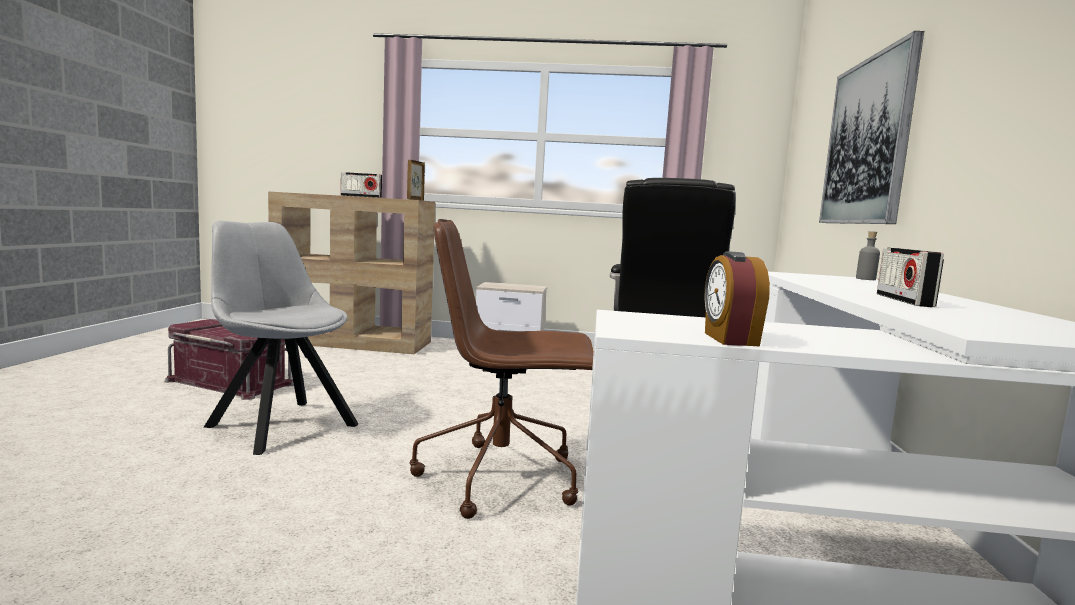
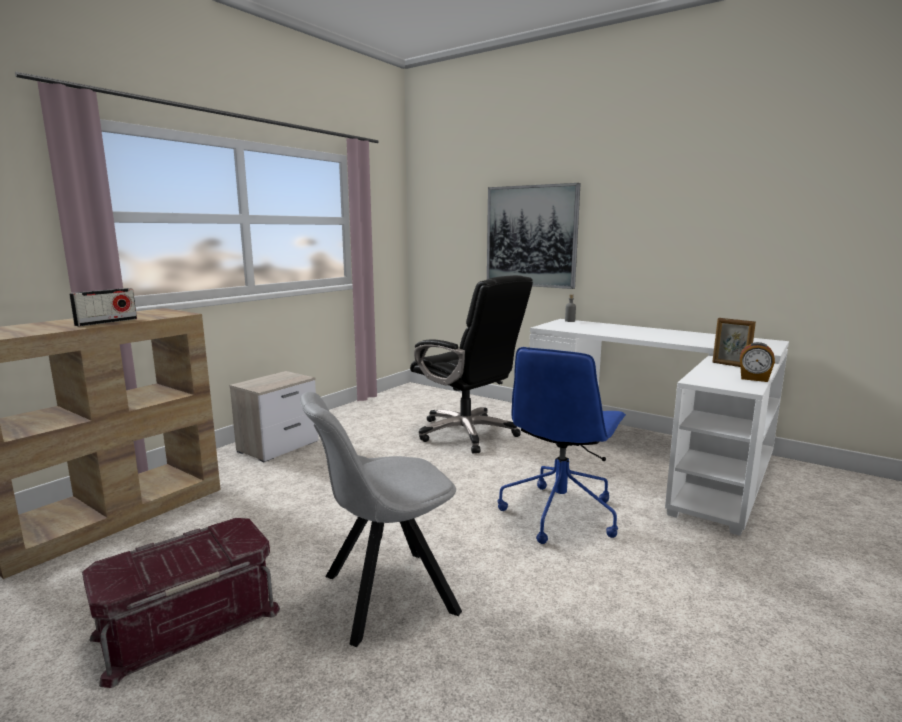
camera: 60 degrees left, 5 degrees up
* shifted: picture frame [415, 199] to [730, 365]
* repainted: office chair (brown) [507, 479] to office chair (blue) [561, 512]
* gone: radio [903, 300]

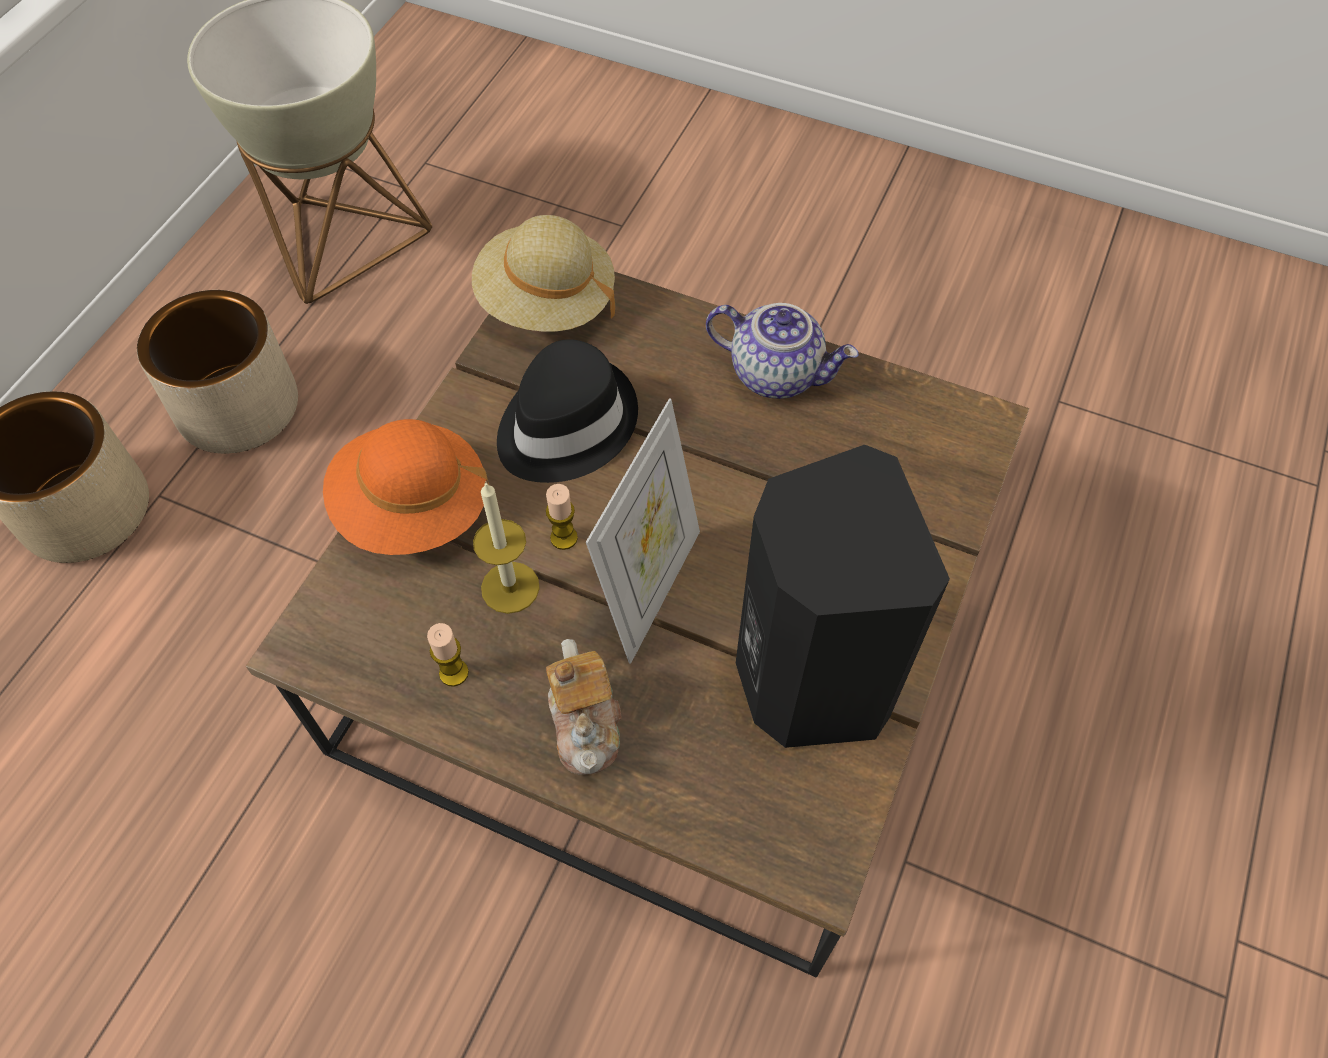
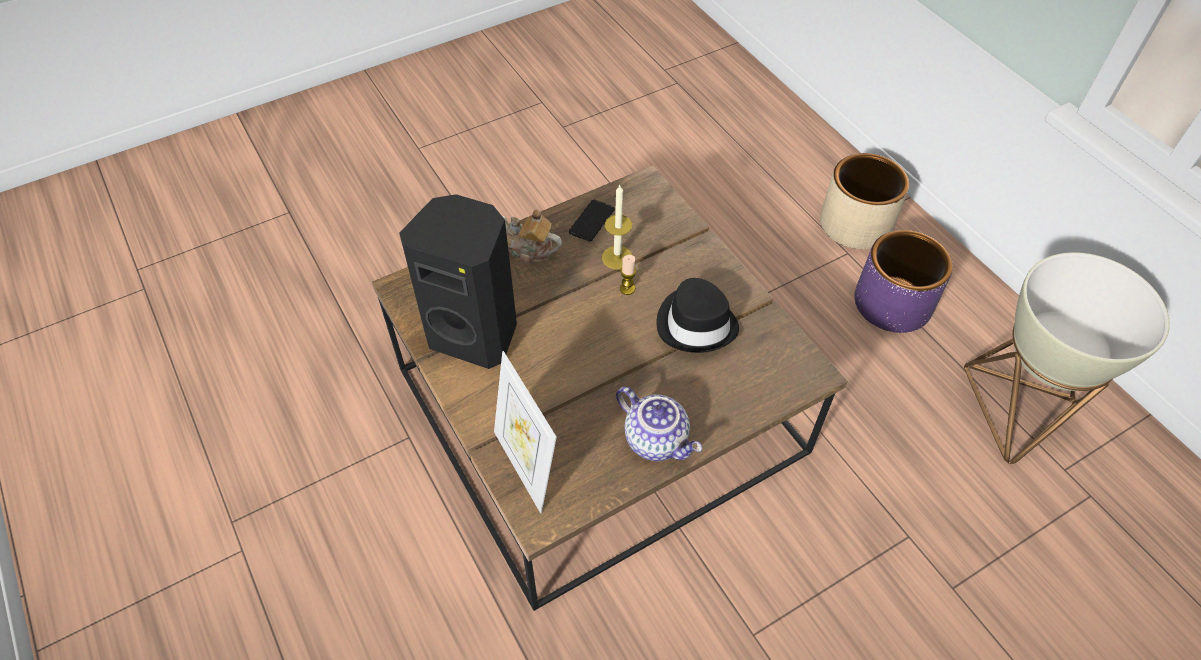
camera: 125 degrees right, 5 degrees down
* gone: hat (beige) [546, 302]
* repainted: planter (beige) [239, 407] to planter (purple) [892, 304]
* rotated: teapot [777, 373] = [657, 439] 105 degrees counterclockwise
* shifted: picture frame [650, 589] to [526, 466]
* gone: hat (orange) [413, 509]
* swapped: candle [454, 673] to phone [591, 221]

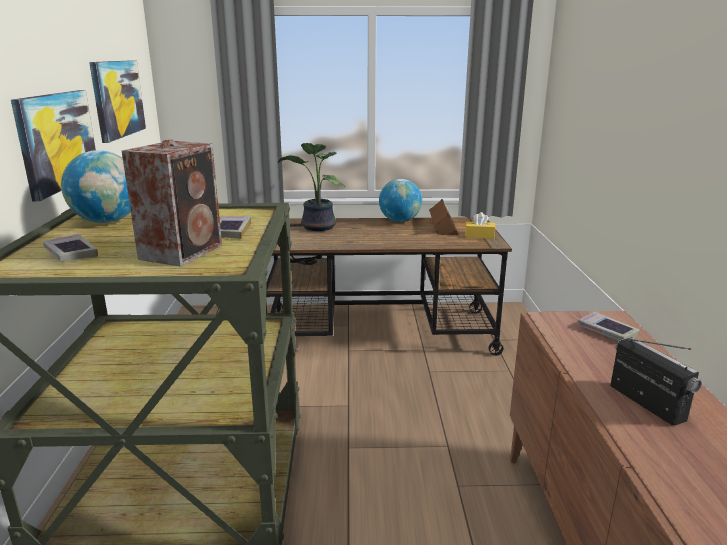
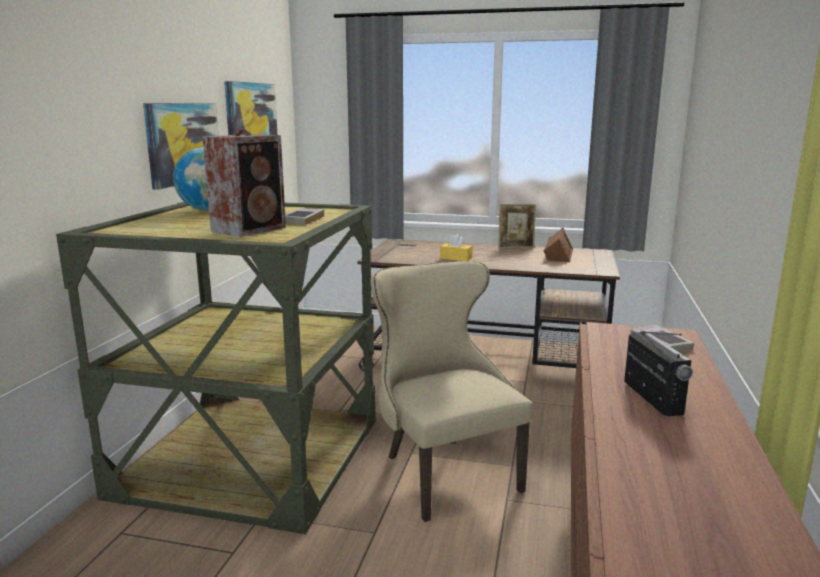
camera: 15 degrees right, 5 degrees down
* gone: potted plant [316, 227]
* swapped: globe [400, 221] to picture frame [516, 247]
* shifted: tissue box (yellow) [479, 236] to [456, 258]
* gone: book [71, 253]
* new: chair (beige) [444, 472]

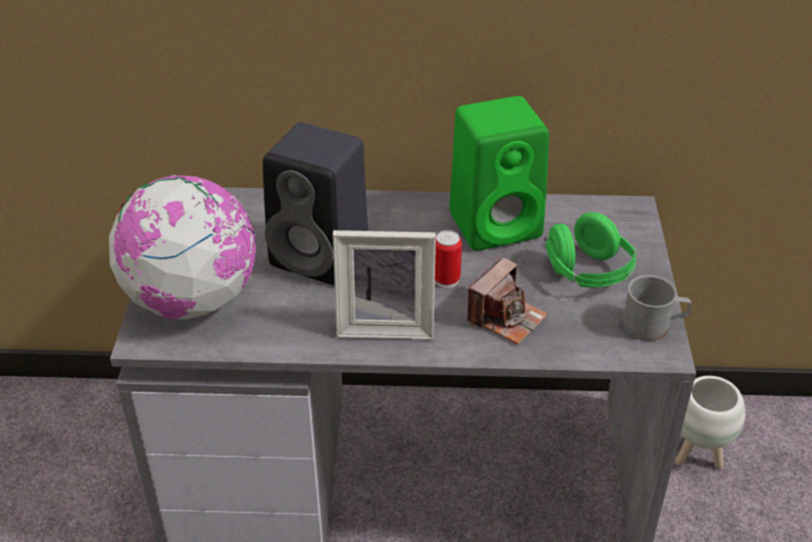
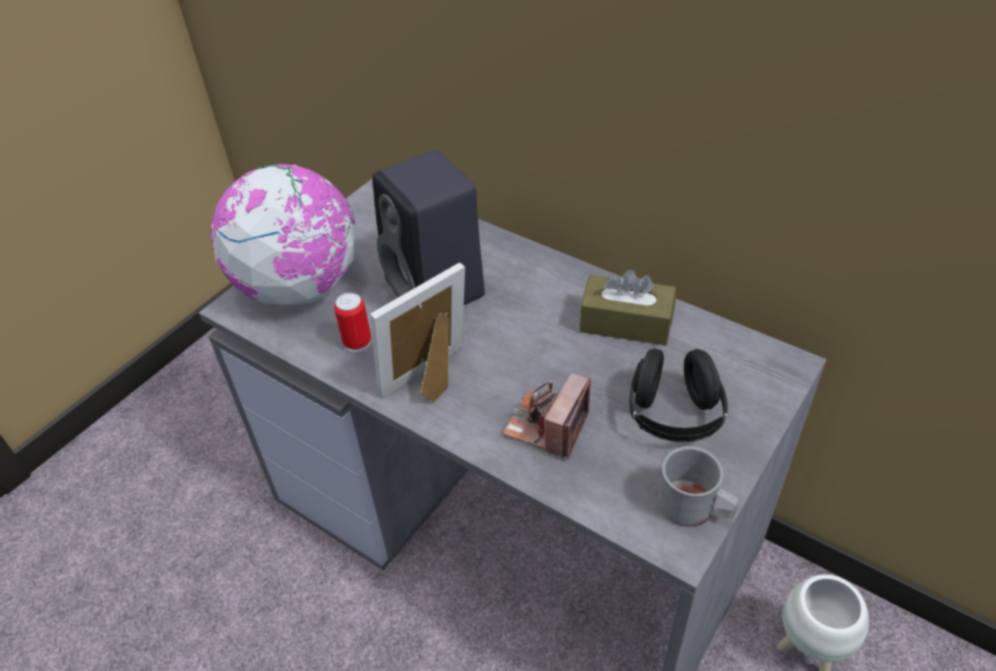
camera: 35 degrees right, 5 degrees up
* swapped: speaker (green) [497, 224] to tissue box (brown) [626, 323]
* repainted: headphones (green) [588, 273] to headphones (black) [673, 416]
* rotated: picture frame [385, 324] = [432, 381] 105 degrees clockwise
* shifted: can [446, 279] to [357, 342]
* rotated: photo camera [506, 317] = [547, 426] 135 degrees clockwise

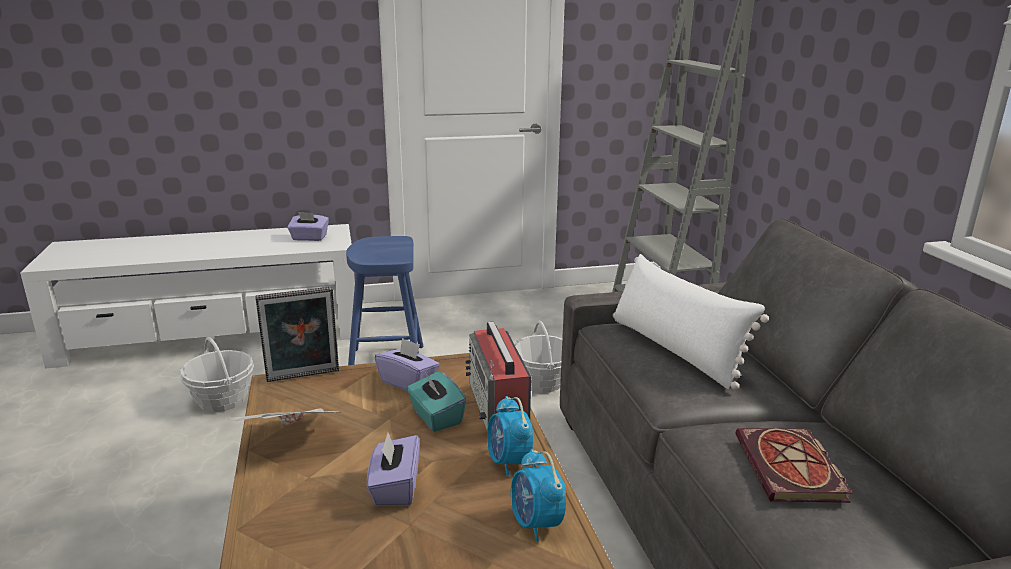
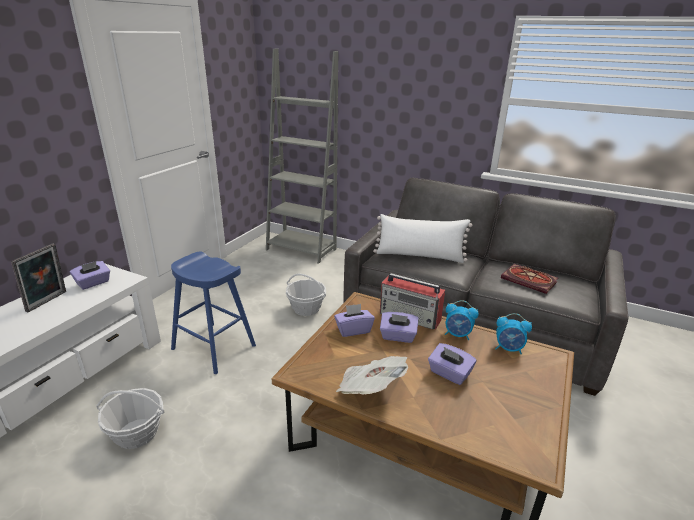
camera: 50 degrees left, 5 degrees up
* shifted: picture frame [303, 377] to [48, 302]
* repainted: tissue box (turquoise) [435, 417] to tissue box (purple) [398, 336]

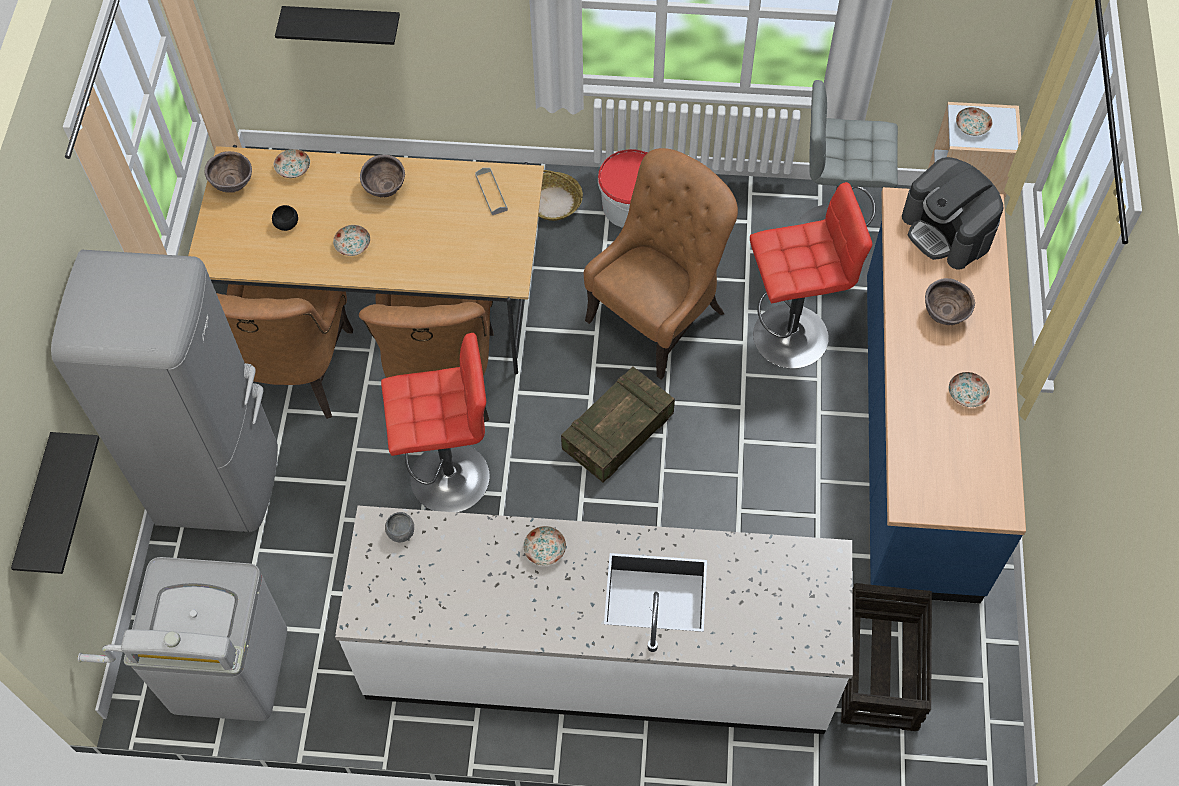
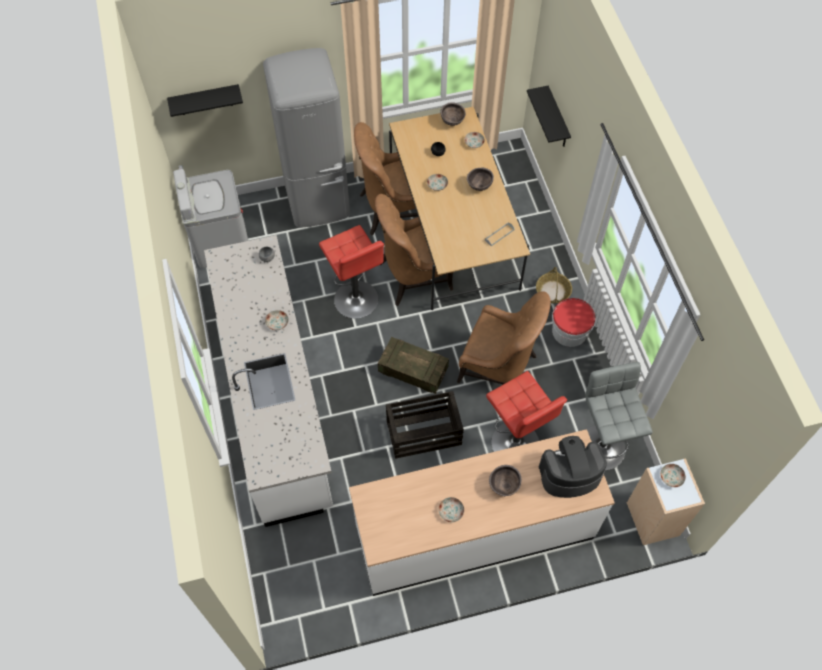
camera: 70 degrees right, 0 degrees up
* rotated: coffee machine [947, 231] = [569, 474] 45 degrees clockwise
* repainted: counter (blue) [916, 435] to counter (white) [474, 532]
* shifted: crate [881, 670] to [423, 433]

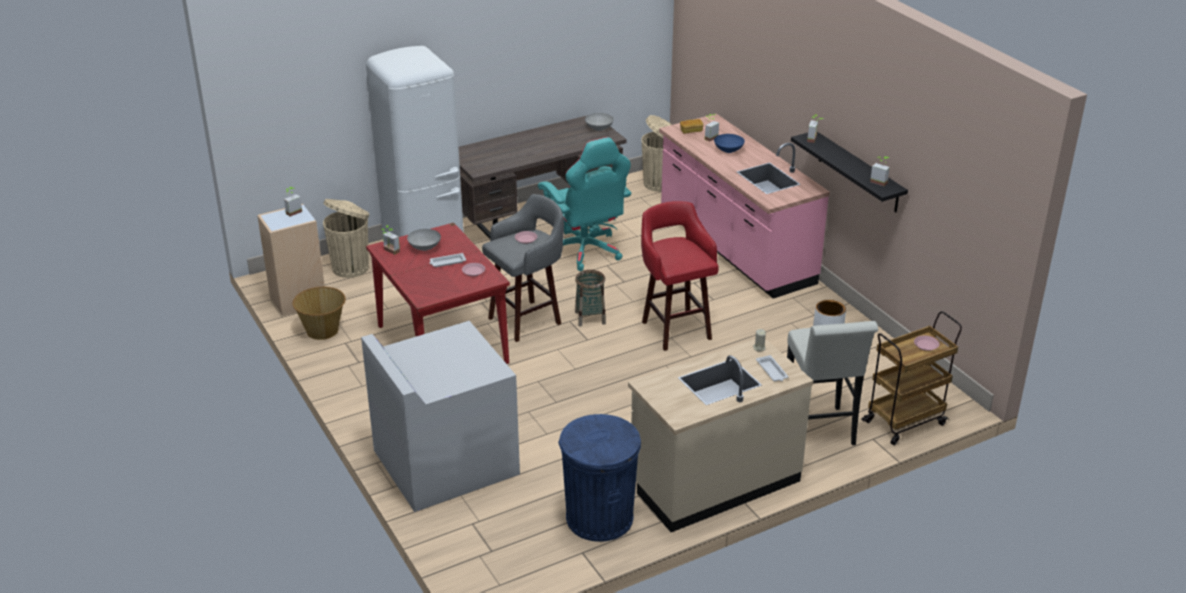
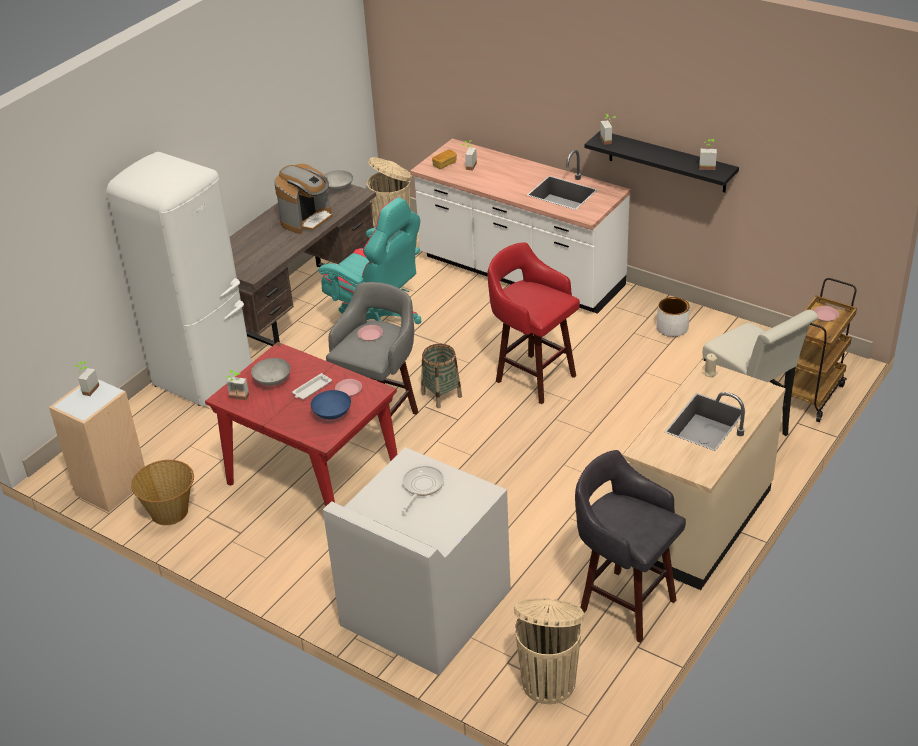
camera: 25 degrees left, 5 degrees up
* repainted: counter (pink) [735, 248] to counter (white) [520, 273]
* shifted: bowl (blue) [728, 150] to [331, 414]
* shifted: trash can (beige) [351, 267] to [549, 681]
* gone: tray (white) [772, 371]
* swapped: trash can (blue) [599, 518] to stool (grey) [624, 603]
* new: coffee machine [307, 220]
* new: frying pan [421, 487]

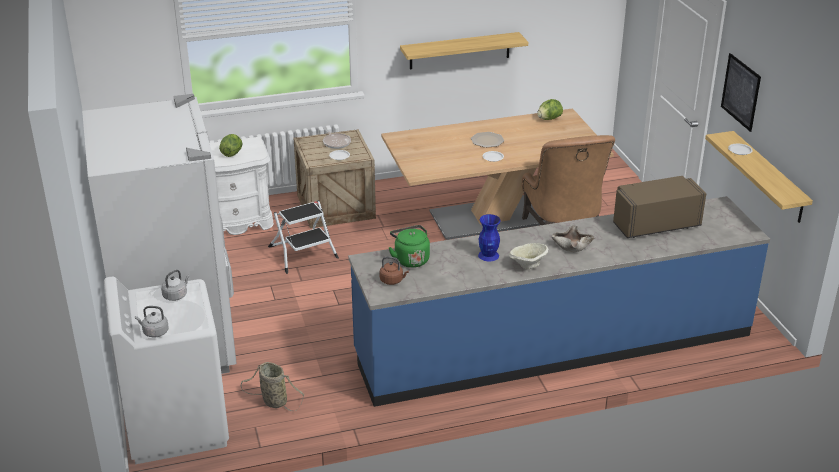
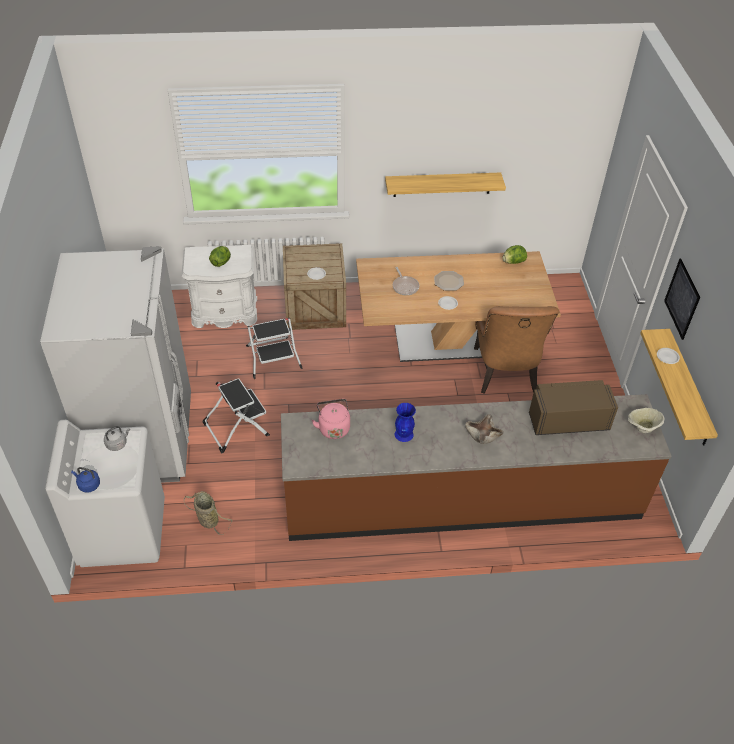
camera: 10 degrees right, 15 degrees up
* shifted: frying pan [336, 142] to [405, 286]
* repainted: counter (blue) [553, 345] to counter (brown) [462, 499]
* repainted: kettle (green) [410, 259] to kettle (pink) [333, 427]
* shifted: bowl (beige) [528, 265] to [642, 427]
* gone: kettle (brown) [392, 280]
* repainted: kettle (grey) [154, 332] to kettle (blue) [88, 485]
* new: step ladder [236, 426]

